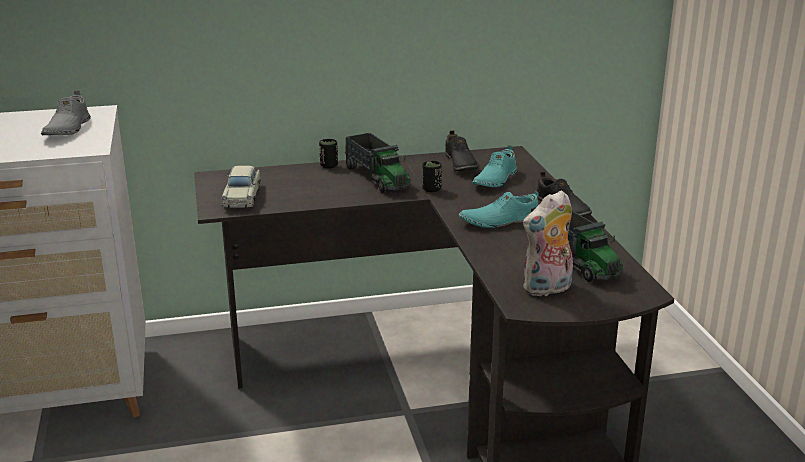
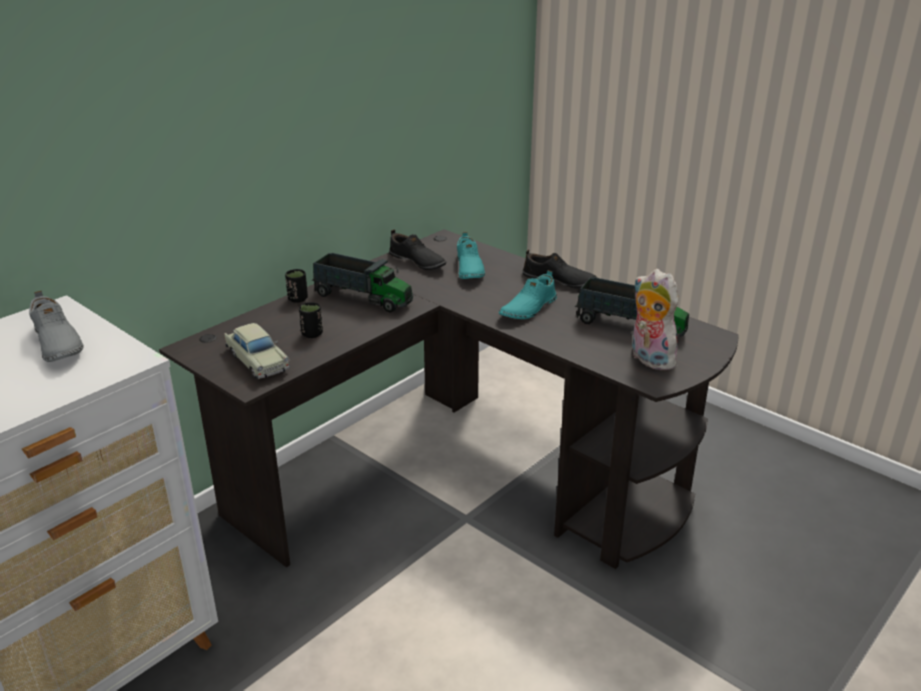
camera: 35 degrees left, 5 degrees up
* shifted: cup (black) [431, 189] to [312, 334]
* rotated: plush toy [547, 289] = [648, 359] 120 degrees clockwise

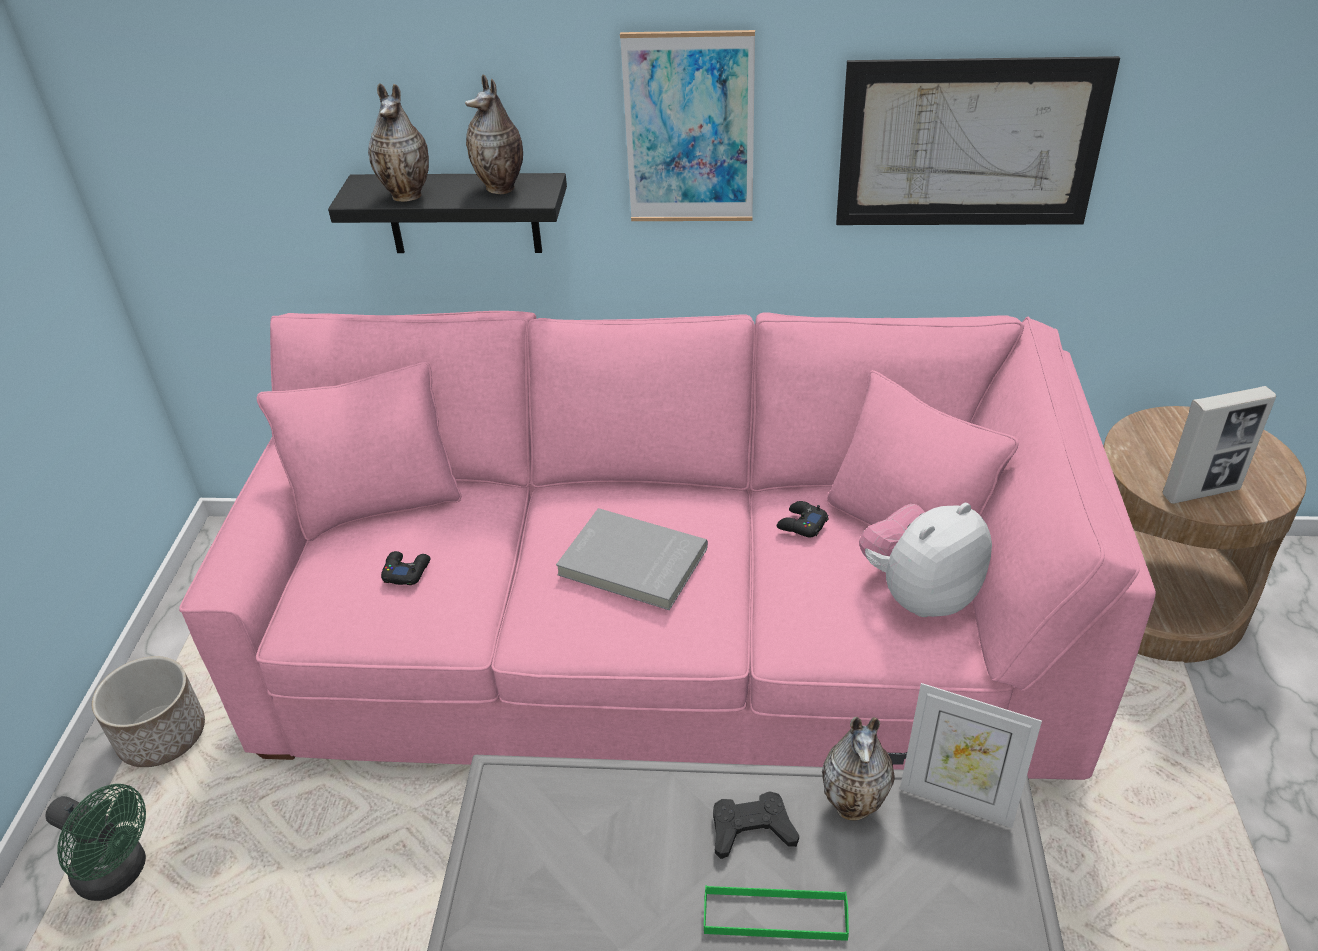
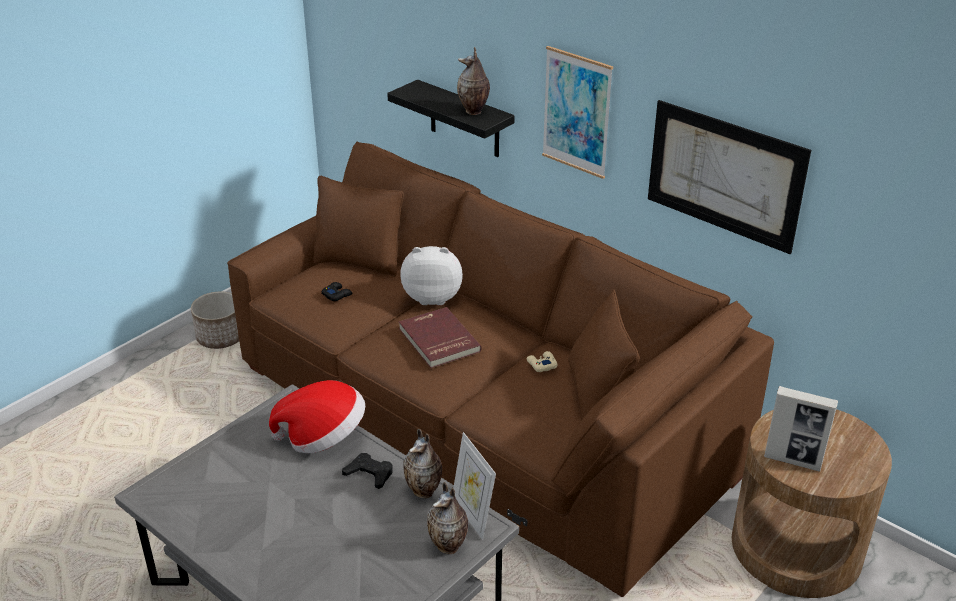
camera: 35 degrees right, 5 degrees down
* shifted: vase [409, 195] to [449, 546]
* repainted: sofa (pink) [669, 648] to sofa (brown) [479, 421]
* repainted: game controller (black) [801, 524] to game controller (beige) [541, 364]
* shifted: plush toy [919, 594] to [432, 297]
* repainted: book (grey) [631, 563] to book (red) [437, 340]
* gone: fan (green) [120, 874]
* gone: tray (green) [775, 916]
* new: hat [323, 437]

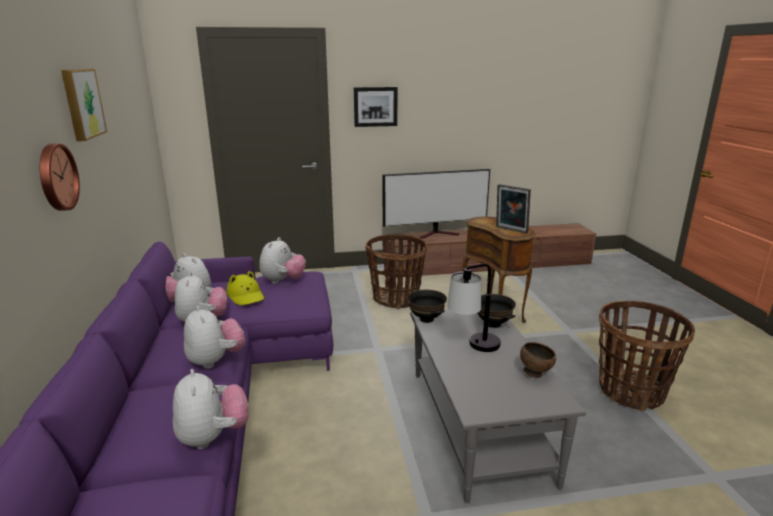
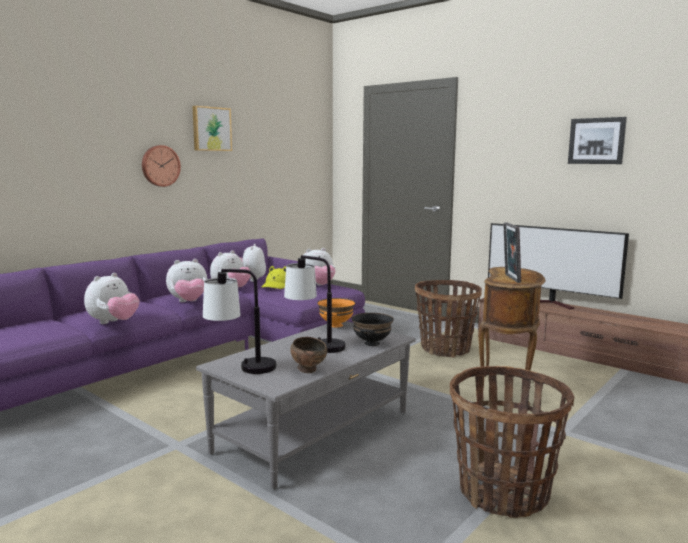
camera: 50 degrees right, 10 degrees down
* shifted: picture [375, 106] to [596, 141]
* repainted: bowl (black) [426, 319] to bowl (orange) [335, 325]
* rotated: plush toy [216, 361] = [188, 302] 45 degrees clockwise
* new: table lamp [241, 369]

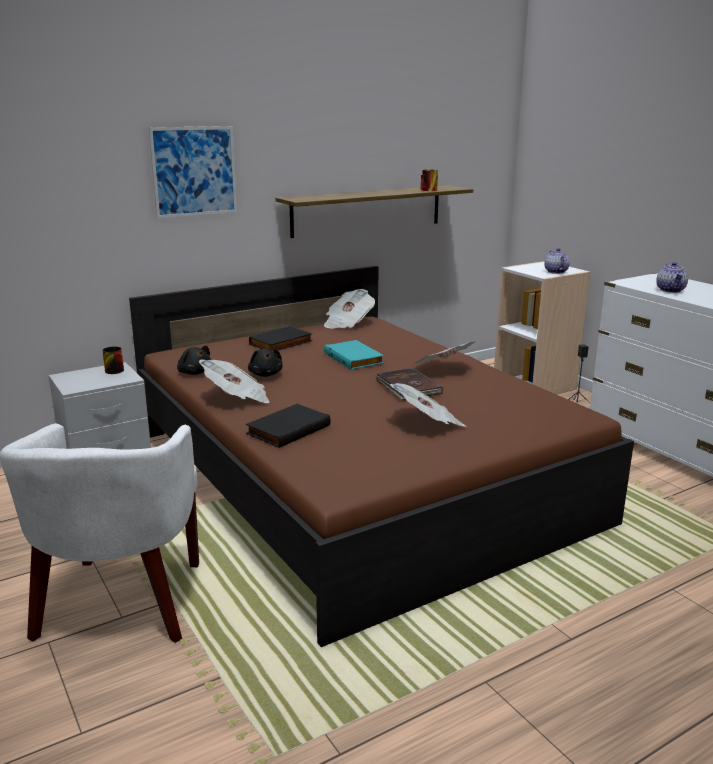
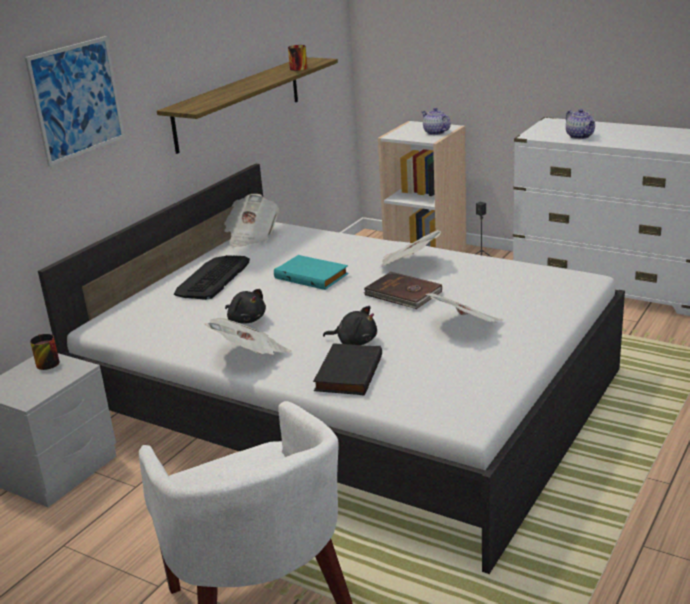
camera: 25 degrees left, 5 degrees up
* repainted: bed (brown) [355, 476] to bed (white) [351, 400]
* swapped: book (black) [281, 343] to keyboard [212, 278]
* shifted: plush toy (black) [194, 372] to [355, 341]

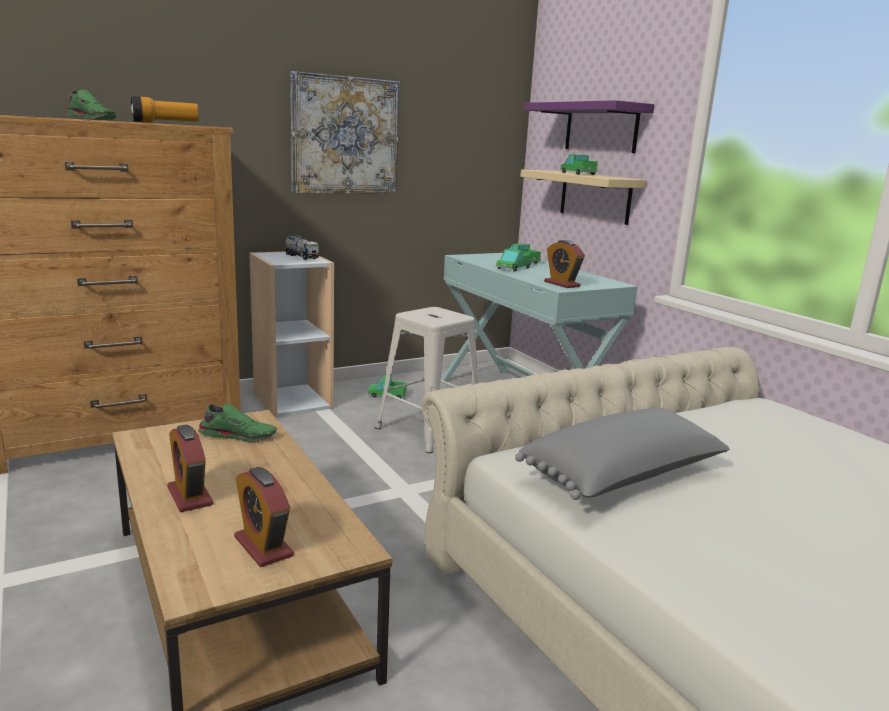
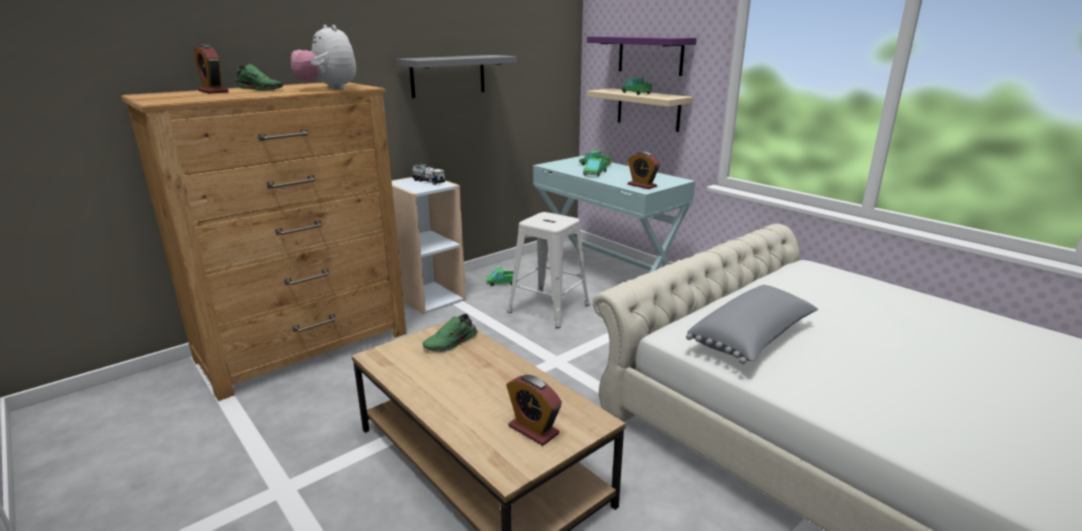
camera: 10 degrees left, 5 degrees up
* swapped: picture [345, 136] to shelf (grey) [448, 76]
* swapped: flashlight [165, 123] to plush toy [328, 89]
* rotated: shoe (green) [238, 435] = [451, 343] 150 degrees clockwise
* shifted: alarm clock [190, 496] to [213, 91]

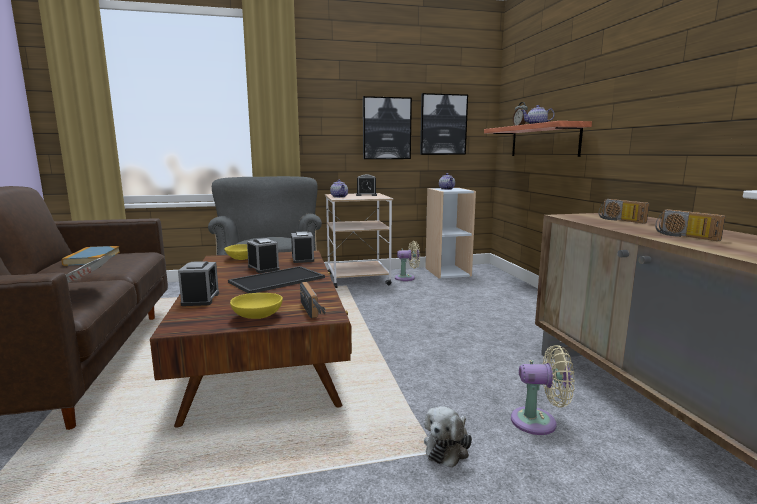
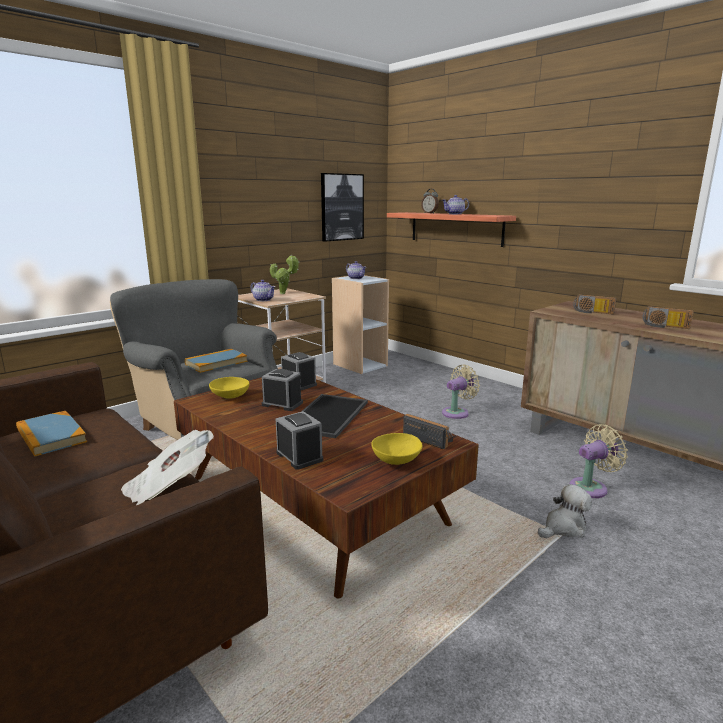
camera: 30 degrees left, 5 degrees up
* gone: picture [386, 128]
* swapped: alarm clock [366, 195] to potted plant [284, 293]
* shifted: fan (beige) [407, 278] to [457, 412]
* rotated: plush toy [448, 447] = [564, 527] 120 degrees counterclockwise
* new: book [216, 363]

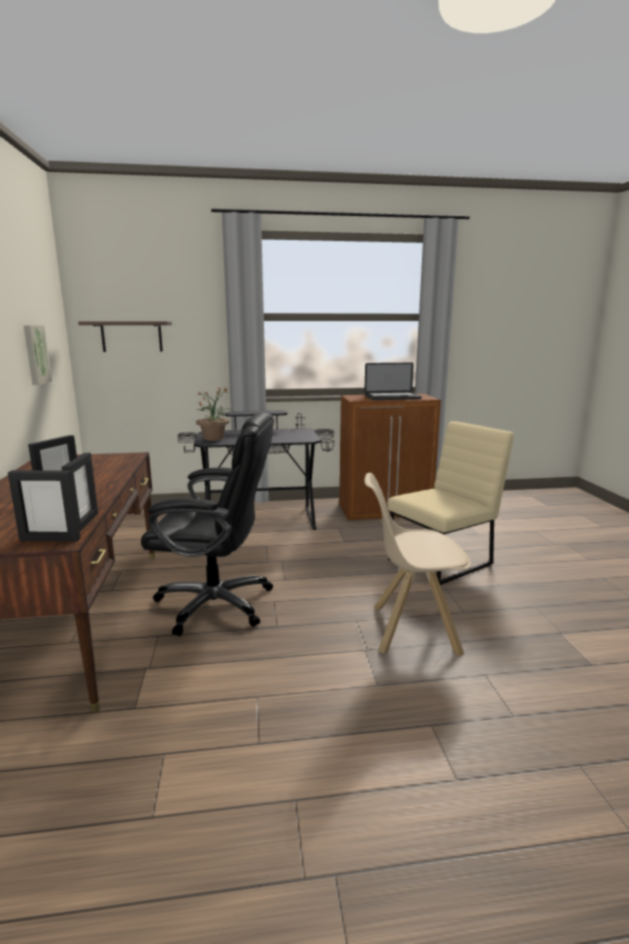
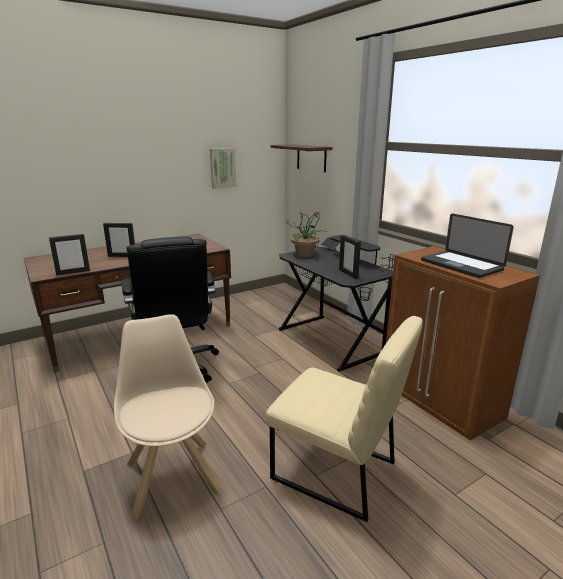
camera: 65 degrees right, 5 degrees up
* shifted: picture frame [50, 539] to [349, 273]

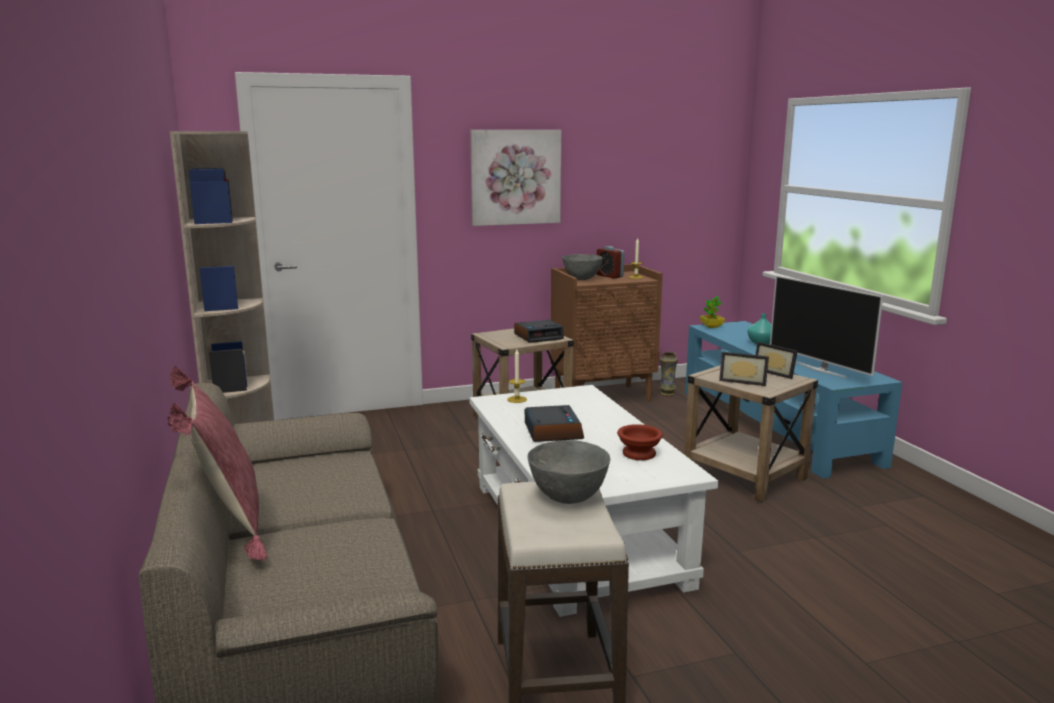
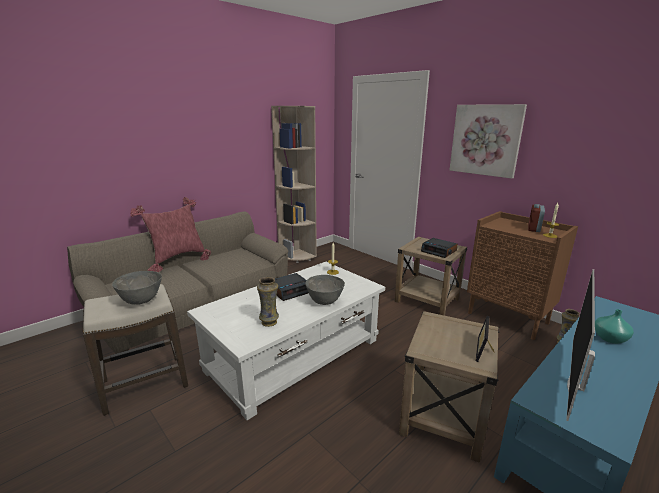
camera: 65 degrees right, 5 degrees up
* shifted: bowl (grey) [582, 279] to [324, 302]
* gone: potted plant [711, 326]
* gone: picture frame [743, 381]
* swapped: bowl (brown) [640, 453] to vase [269, 322]

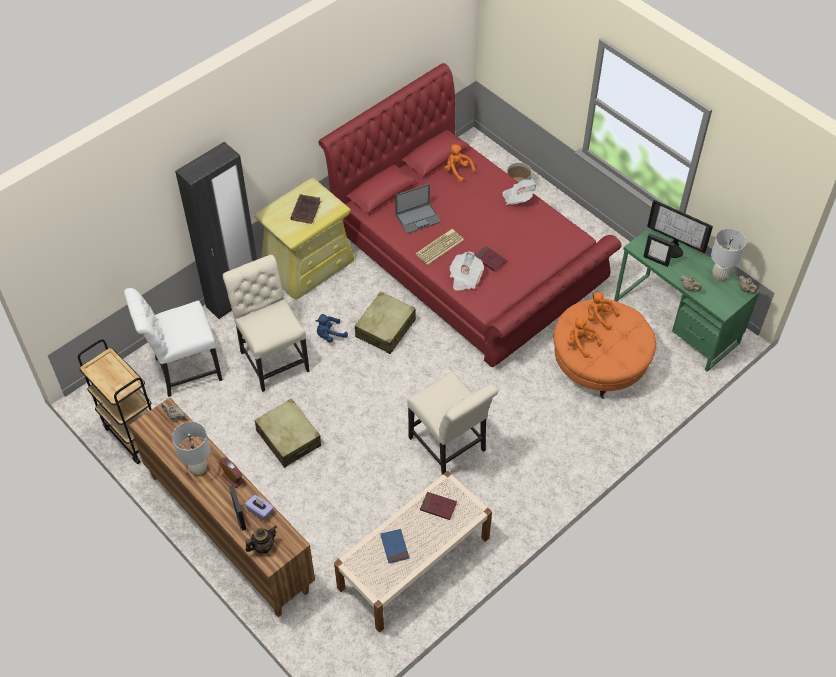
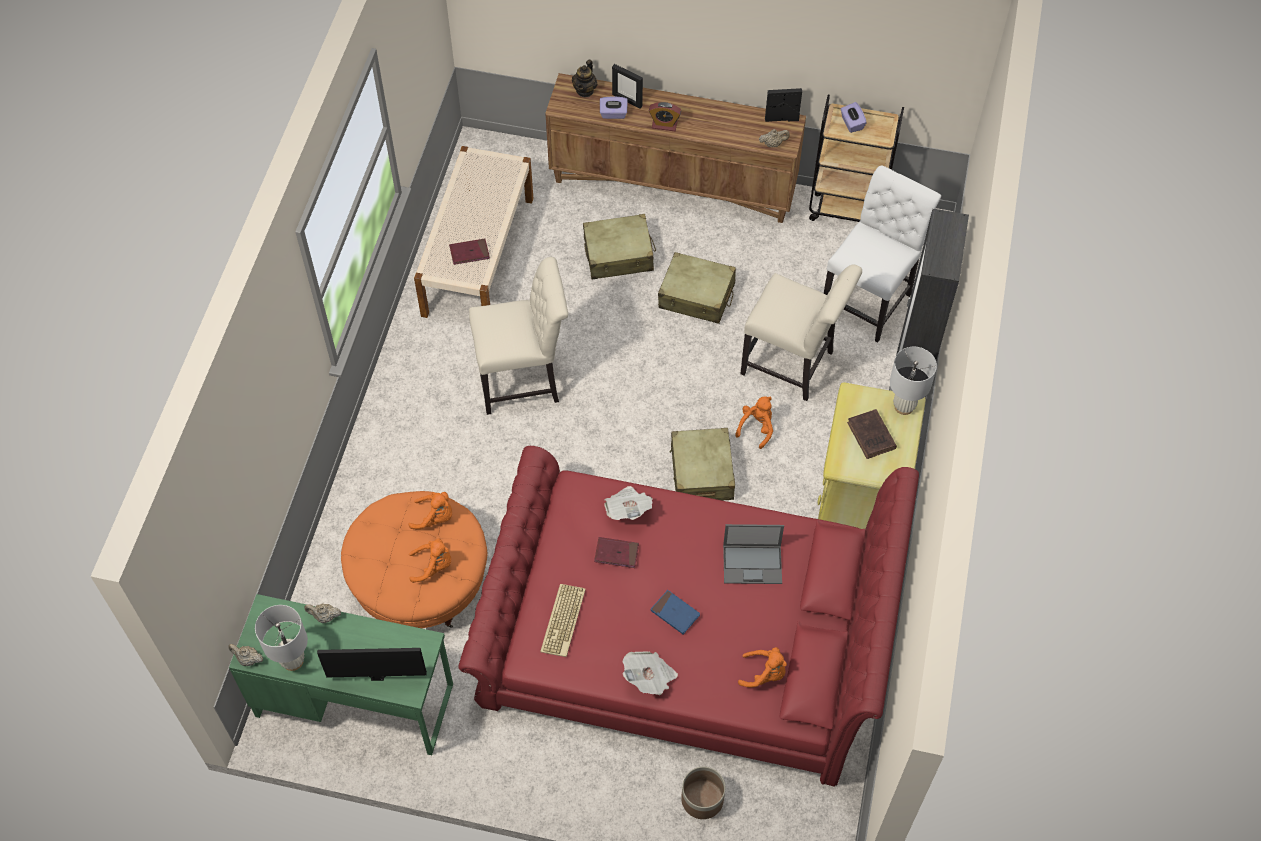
camera: 145 degrees right, 5 degrees up
* rotated: laptop [418, 218] = [753, 564] 120 degrees counterclockwise
* shifted: keyboard [439, 246] to [564, 621]
* shifted: picture frame [656, 260] to [781, 119]
* repainted: plush toy (blue) [330, 335] to plush toy (orange) [756, 428]
* rotated: chair (beige) [449, 448] = [524, 380] 150 degrees clockwise
* shifted: table lamp (white) [198, 468] to [904, 406]
* shifted: book (blue) [394, 547] to [675, 613]
* new: tissue box (purple) [851, 123]
* new: suitcase (beige) [618, 255]

